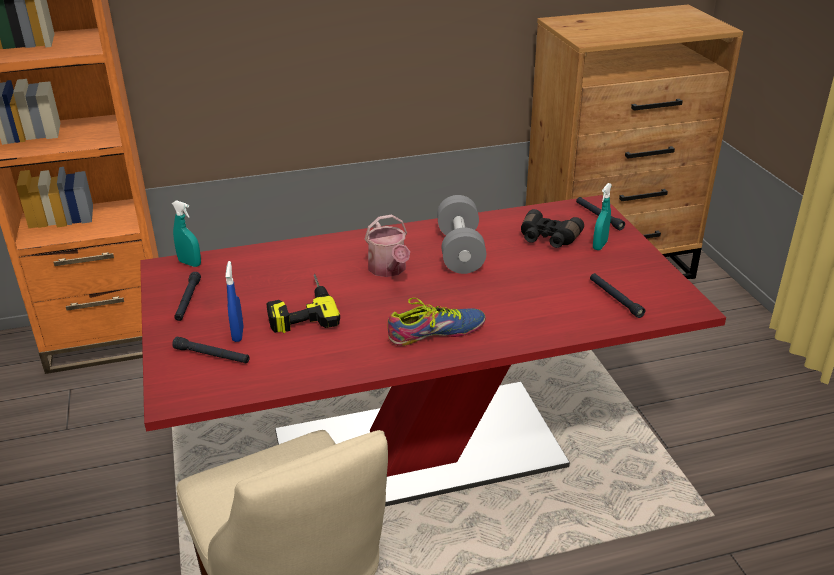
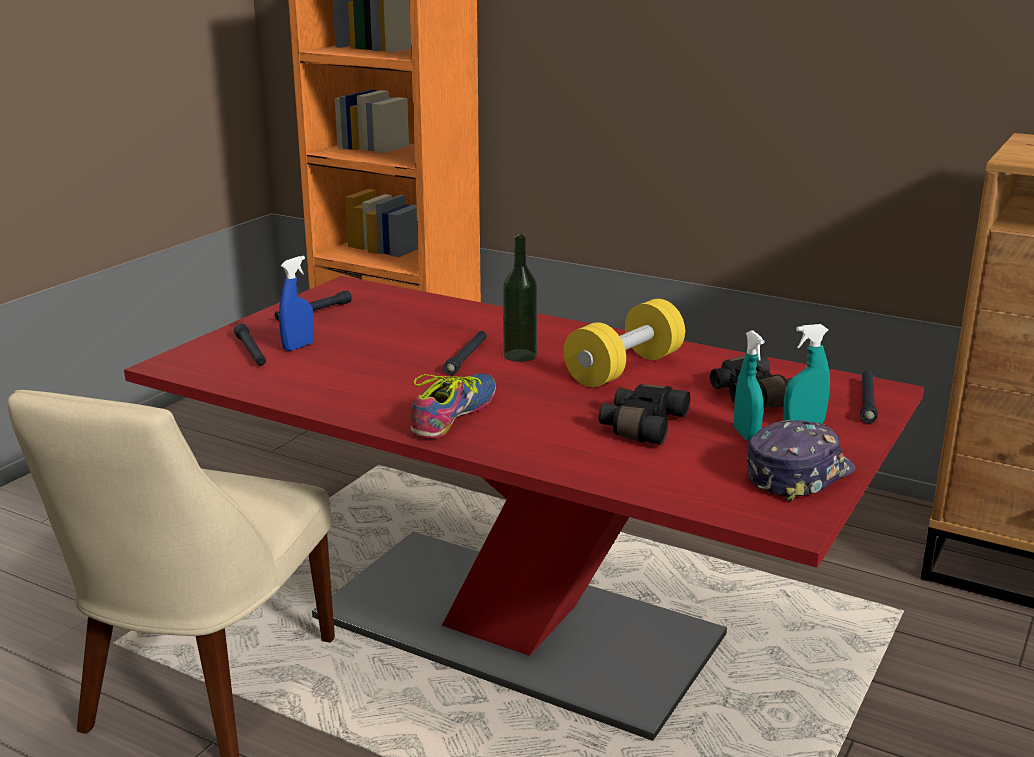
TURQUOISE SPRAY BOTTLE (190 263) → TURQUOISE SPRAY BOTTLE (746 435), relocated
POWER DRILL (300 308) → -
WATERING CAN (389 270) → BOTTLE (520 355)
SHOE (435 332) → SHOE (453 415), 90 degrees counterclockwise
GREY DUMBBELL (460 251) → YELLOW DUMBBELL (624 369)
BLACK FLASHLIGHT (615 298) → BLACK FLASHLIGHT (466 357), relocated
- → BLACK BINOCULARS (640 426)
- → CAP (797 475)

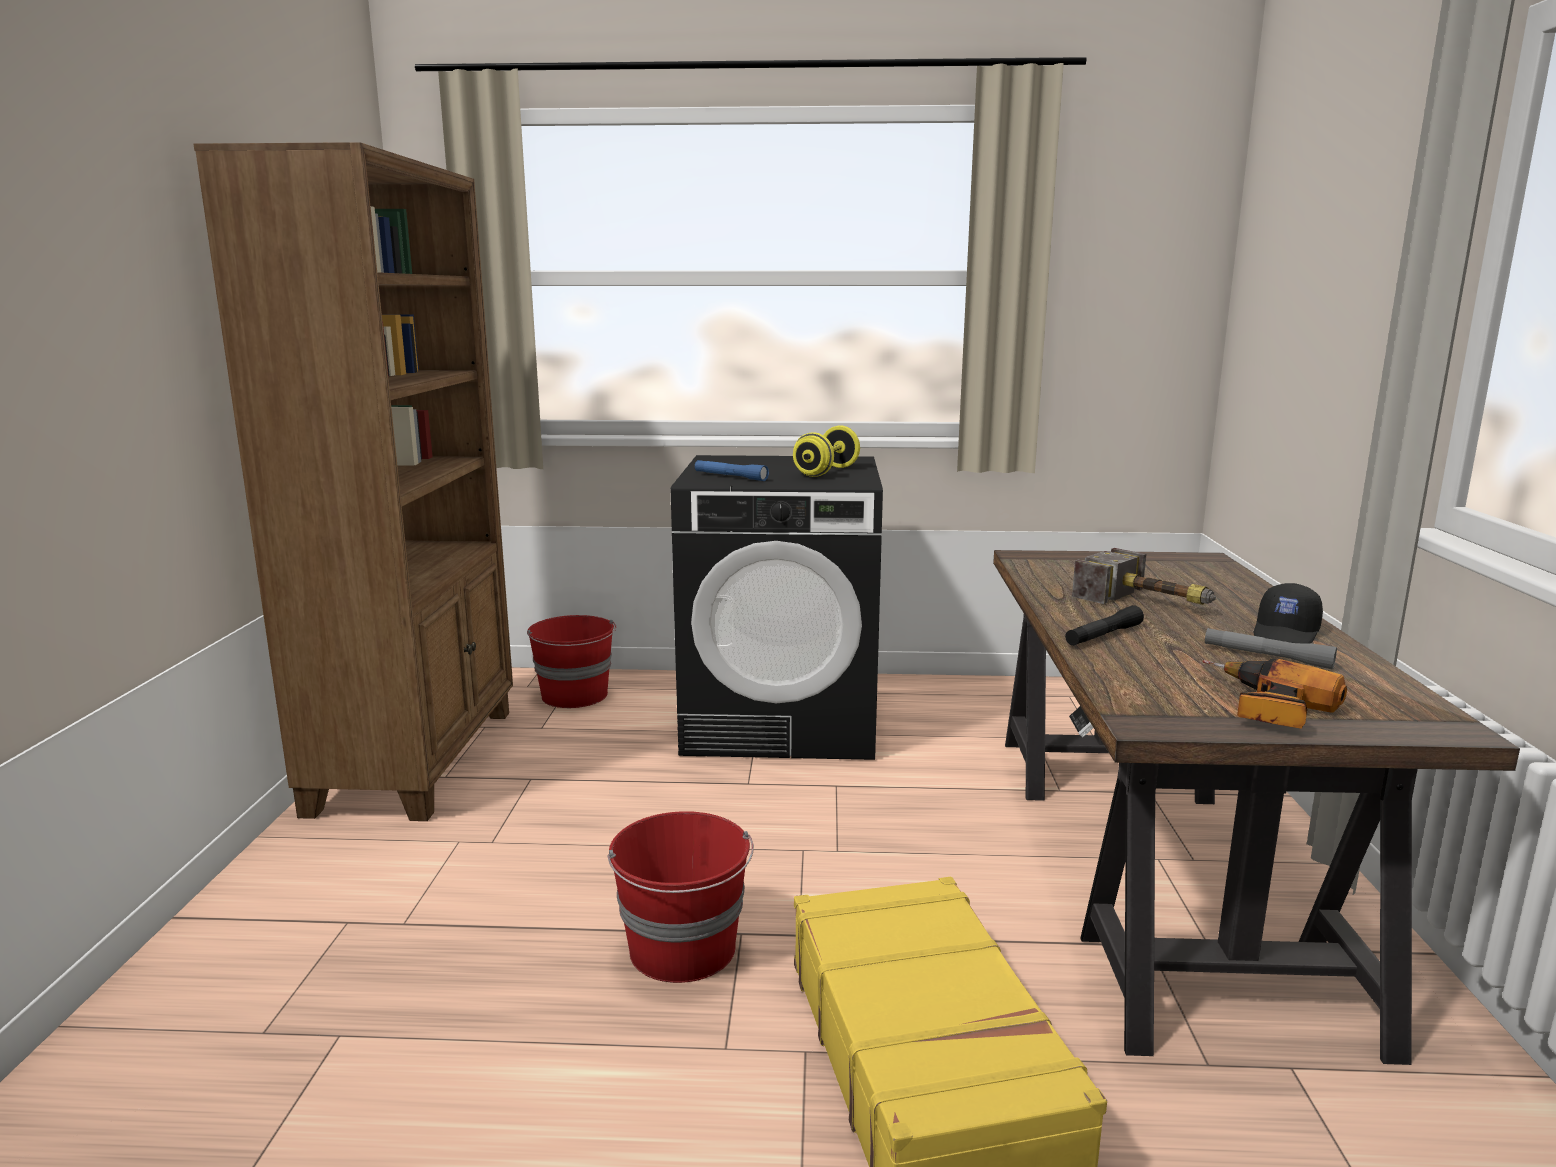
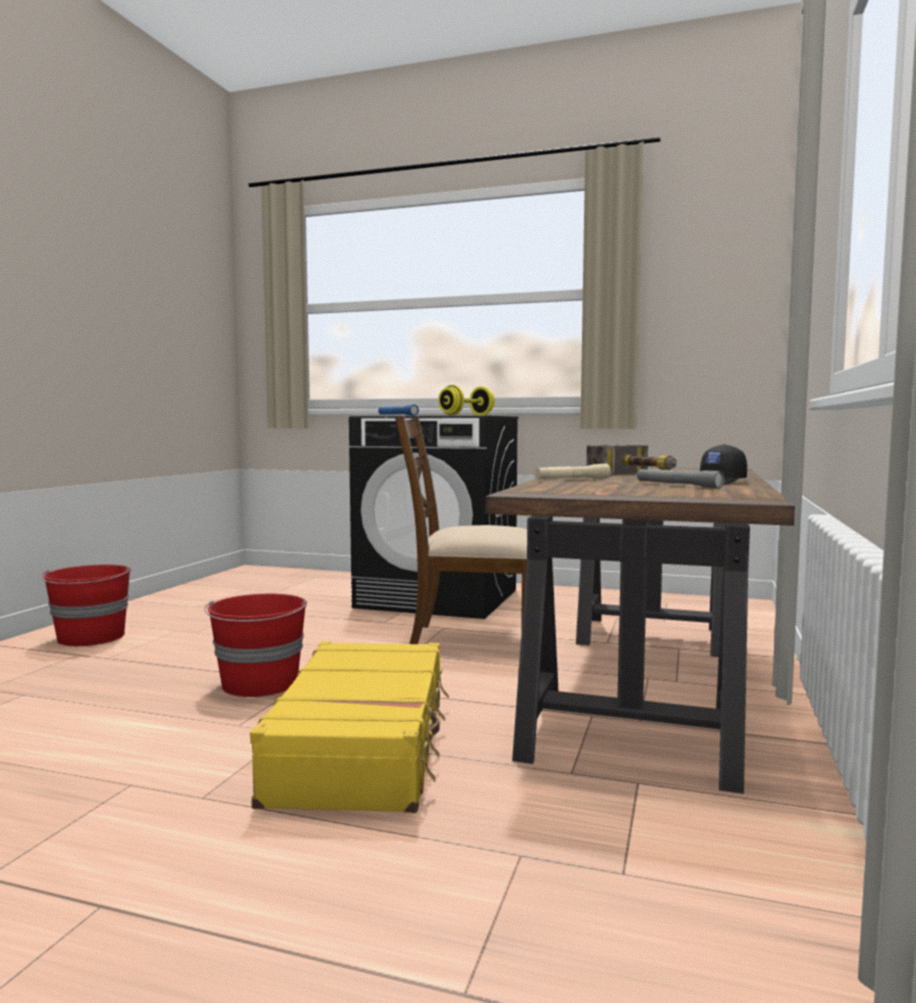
BROWN BOOKCASE (418 759) → -
RED BUCKET (575 696) → RED BUCKET (91 637), relocated
BLACK FLASHLIGHT (1103 636) → BEIGE FLASHLIGHT (572 479)
POWER DRILL (1264 708) → -
- → BROWN CHAIR (471 639)

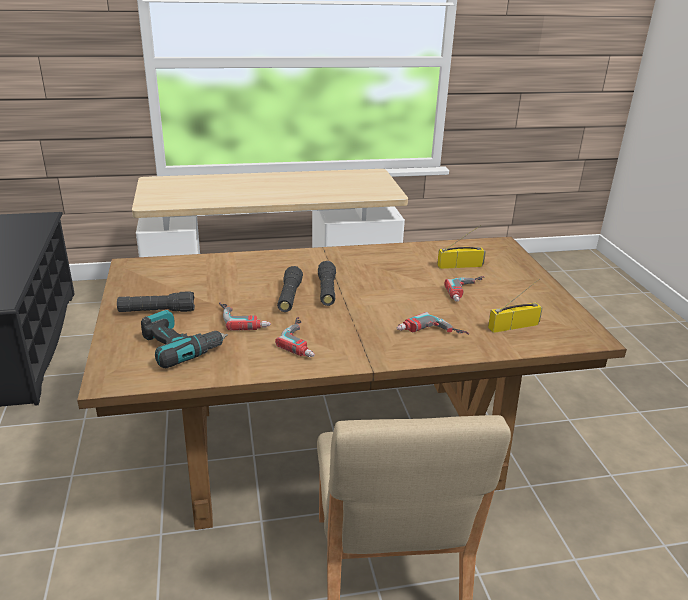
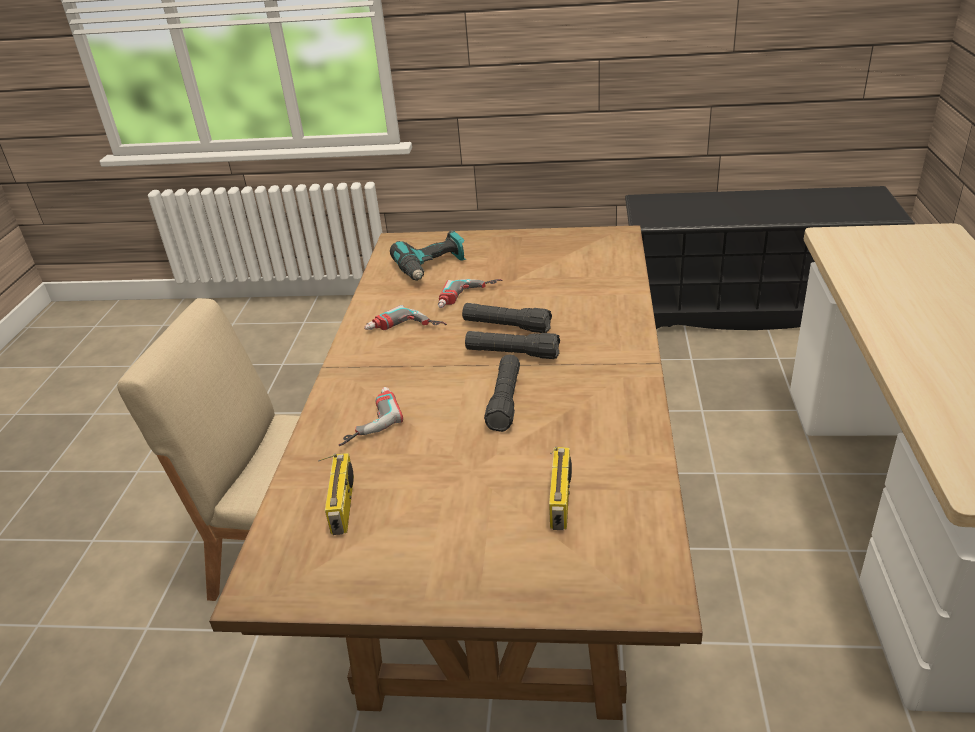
BLACK FLASHLIGHT (157 311) → BLACK FLASHLIGHT (505 401), relocated
POWER DRILL (469 292) → -

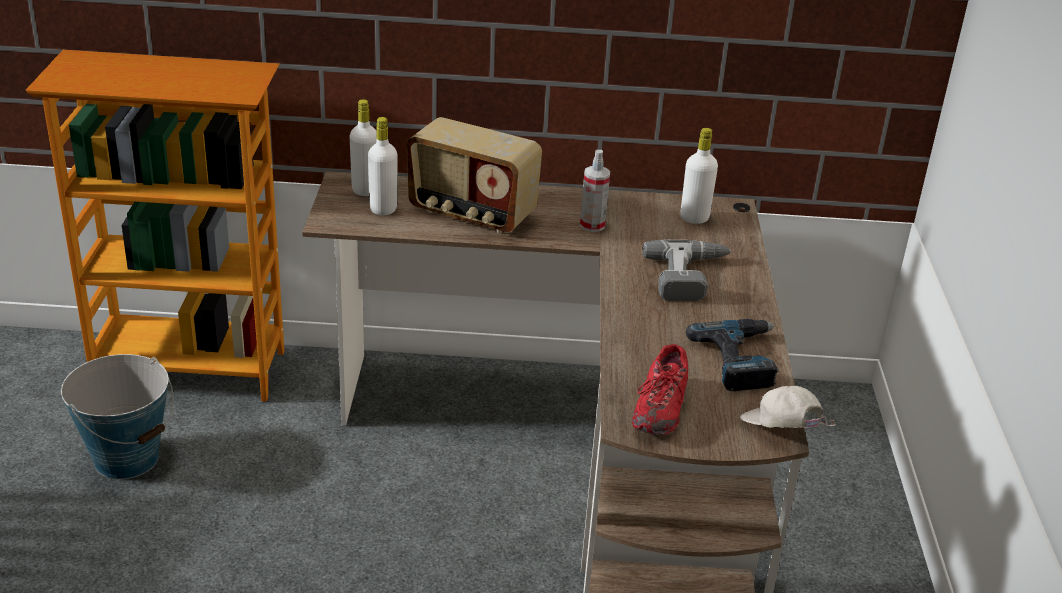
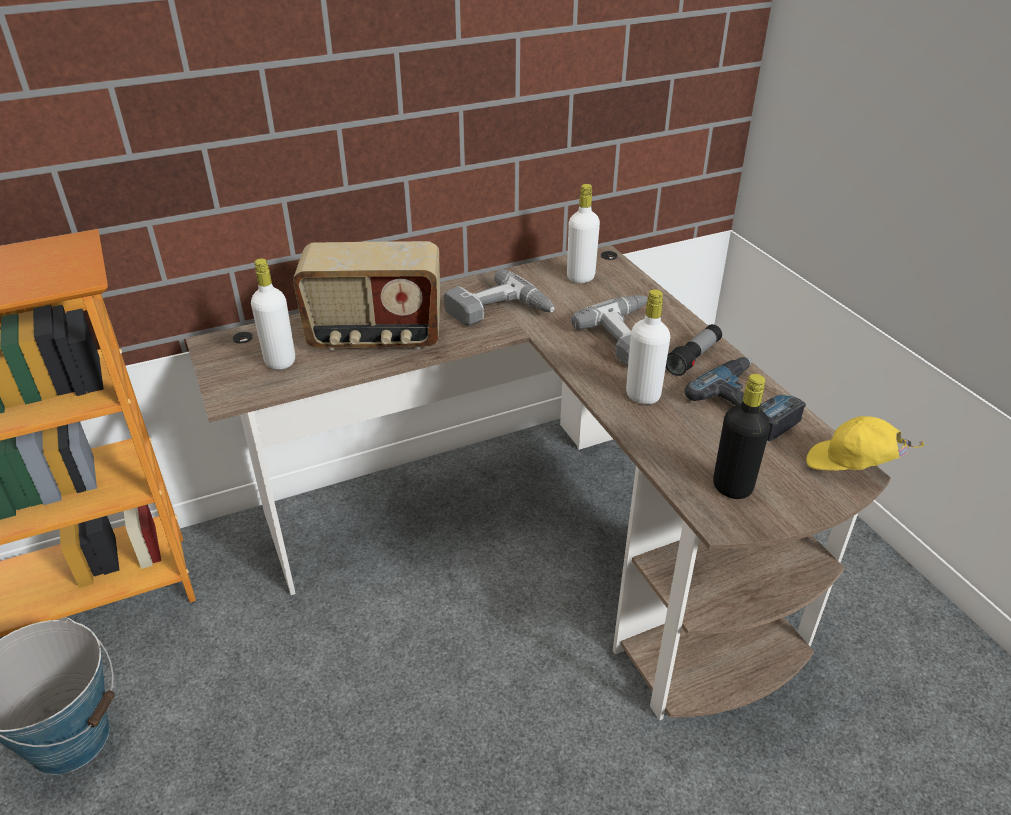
WHITE BOTTLE (365 190) → WHITE BOTTLE (643 395), relocated
SPRAY BOTTLE (592 225) → POWER DRILL (499 312)
RED SHOE (660 409) → BLACK BOTTLE (732 487)
WHITE CAP (780 432) → YELLOW CAP (851 468)
- → FLASHLIGHT (693 358)

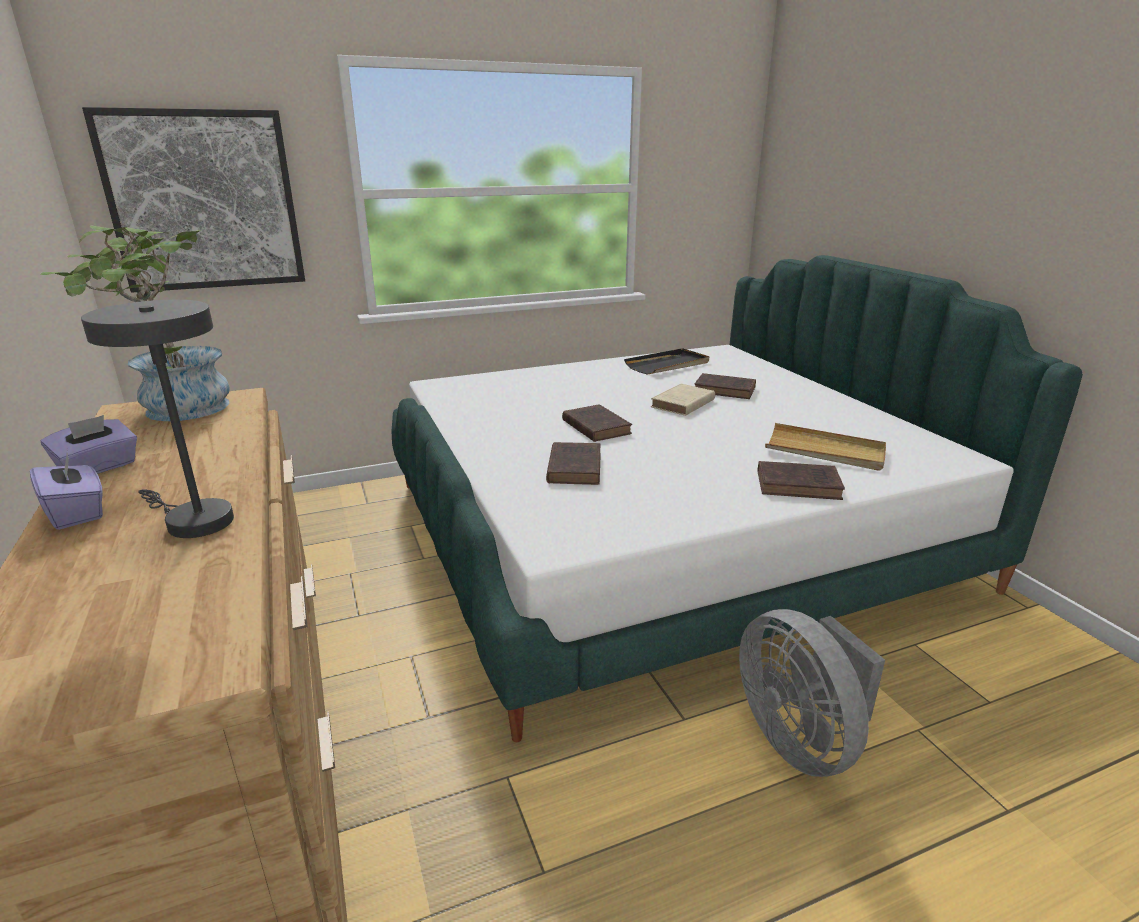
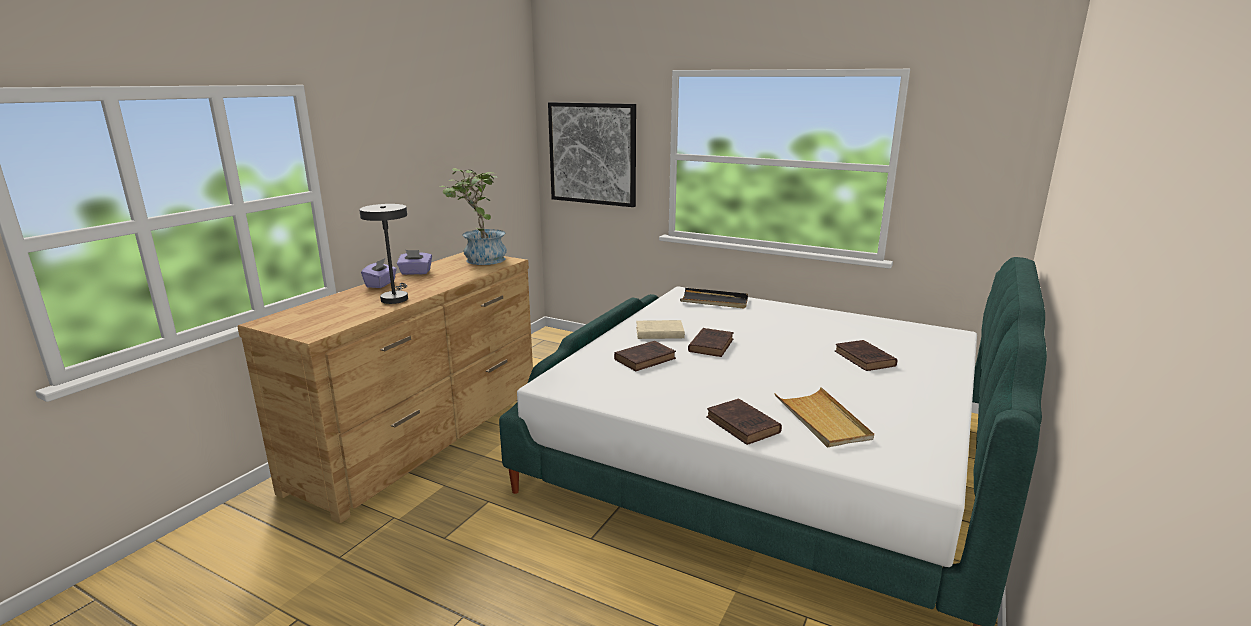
BLACK TRAY (668 365) → BLACK TRAY (714 301), relocated
BEIGE BOOK (682 404) → BEIGE BOOK (658 333), relocated
GREY FAN (799 739) → -

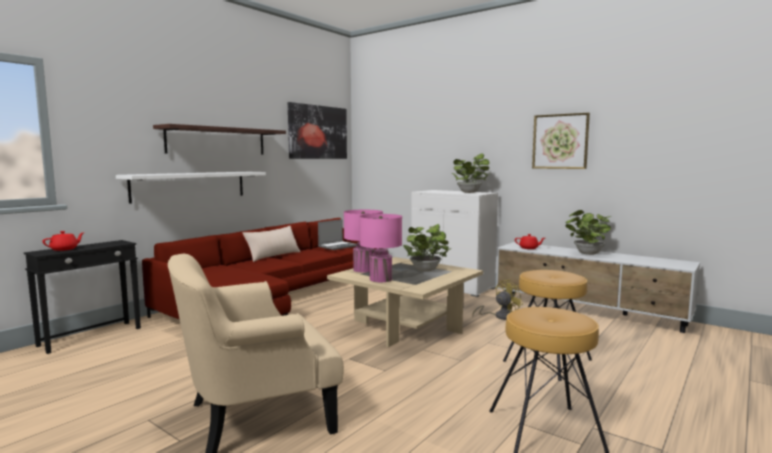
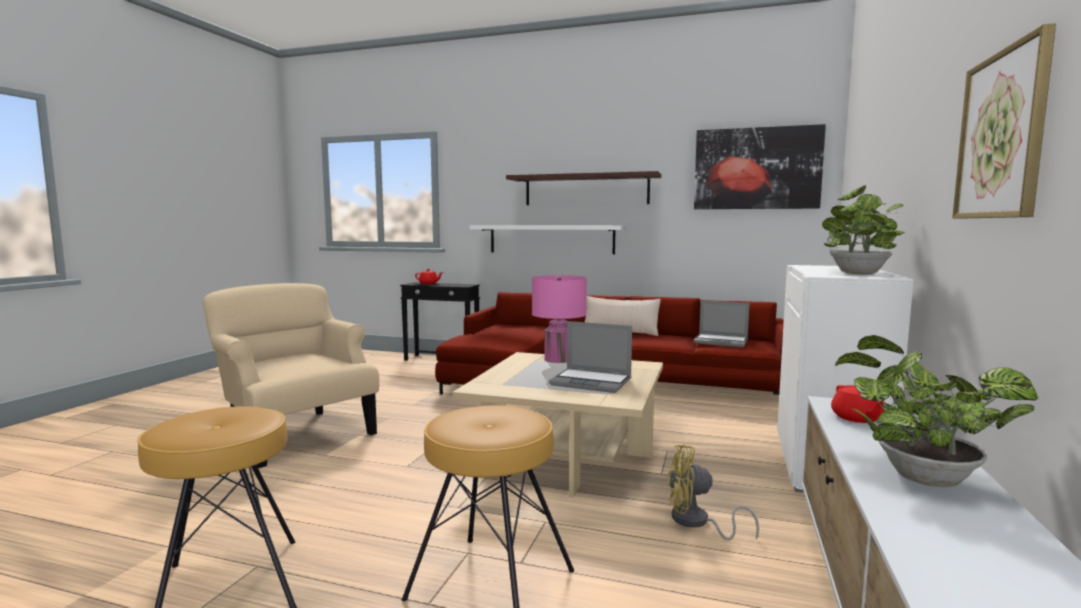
PINK TABLE LAMP (380 279) → -
POTTED PLANT (426 270) → LAPTOP (592 382)
YELLOW FAN (499 316) → YELLOW FAN (696 522), 150 degrees clockwise

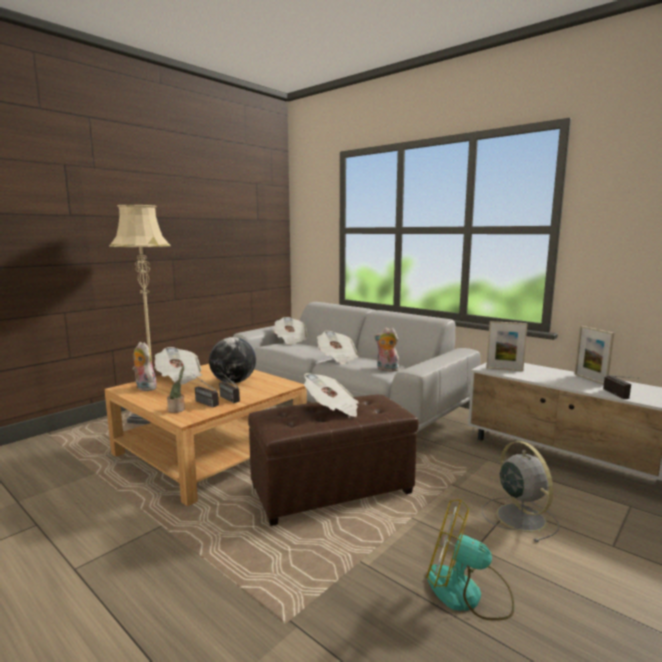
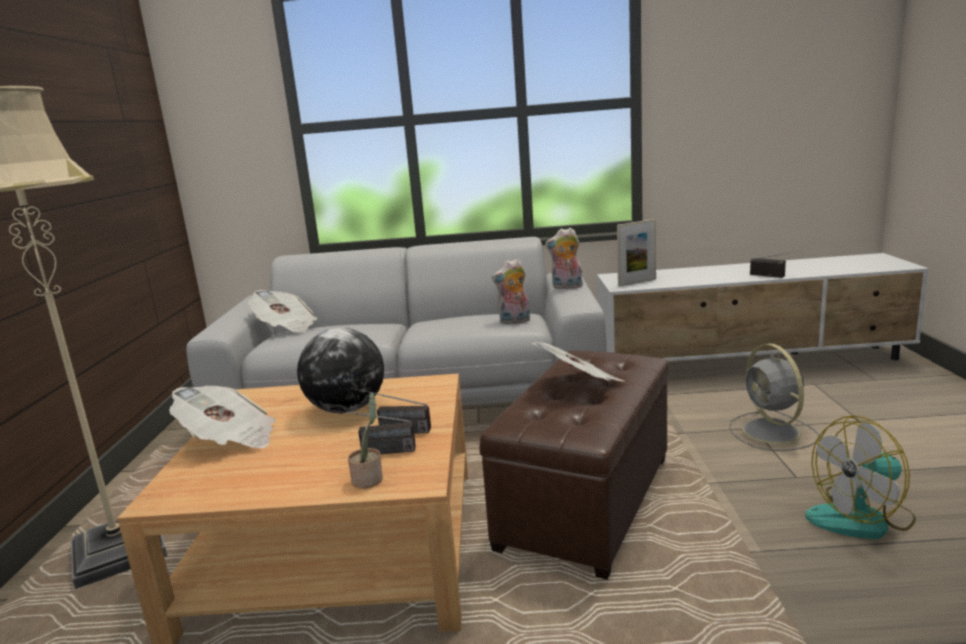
PLUSH TOY (144 388) → PLUSH TOY (566 287), relocated
NEWSPAPER (337 358) → -
GREY FAN (519 516) → GREY FAN (772 432), 135 degrees counterclockwise
PICTURE FRAME (590 379) → -

